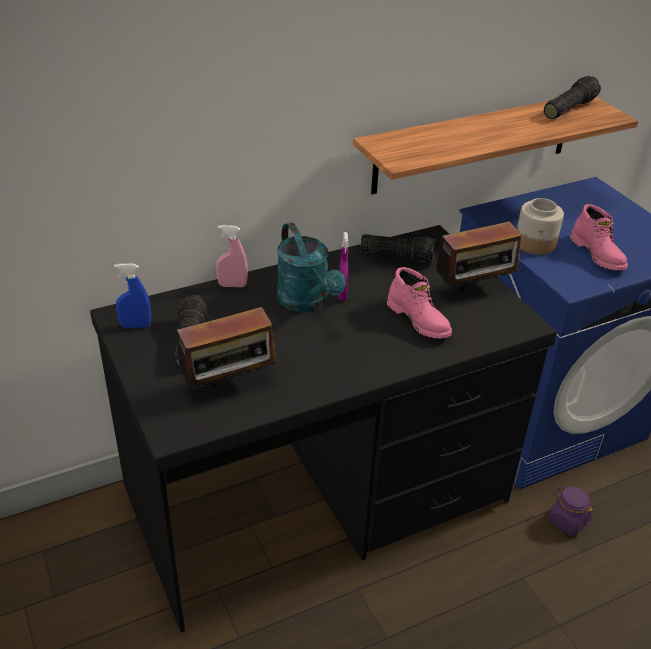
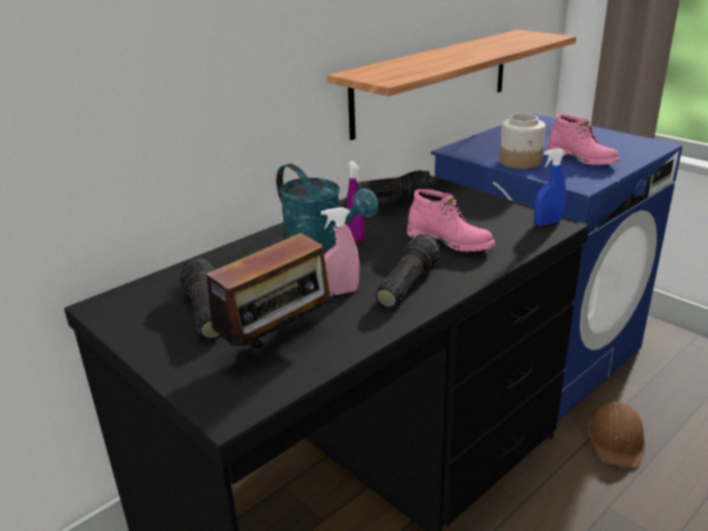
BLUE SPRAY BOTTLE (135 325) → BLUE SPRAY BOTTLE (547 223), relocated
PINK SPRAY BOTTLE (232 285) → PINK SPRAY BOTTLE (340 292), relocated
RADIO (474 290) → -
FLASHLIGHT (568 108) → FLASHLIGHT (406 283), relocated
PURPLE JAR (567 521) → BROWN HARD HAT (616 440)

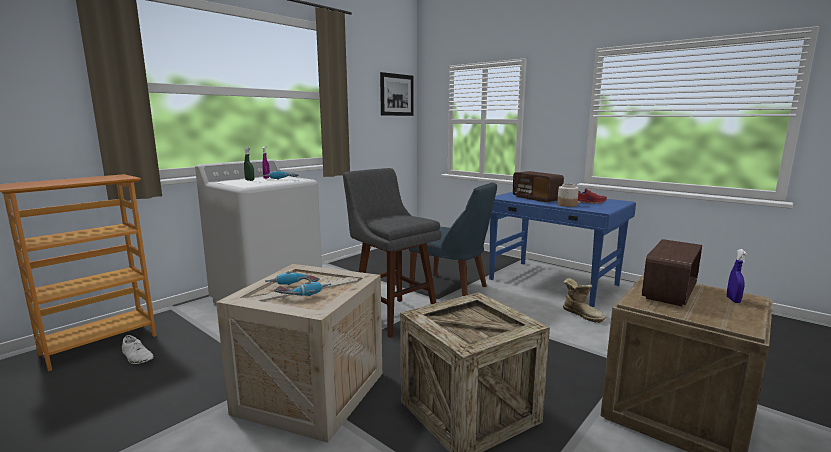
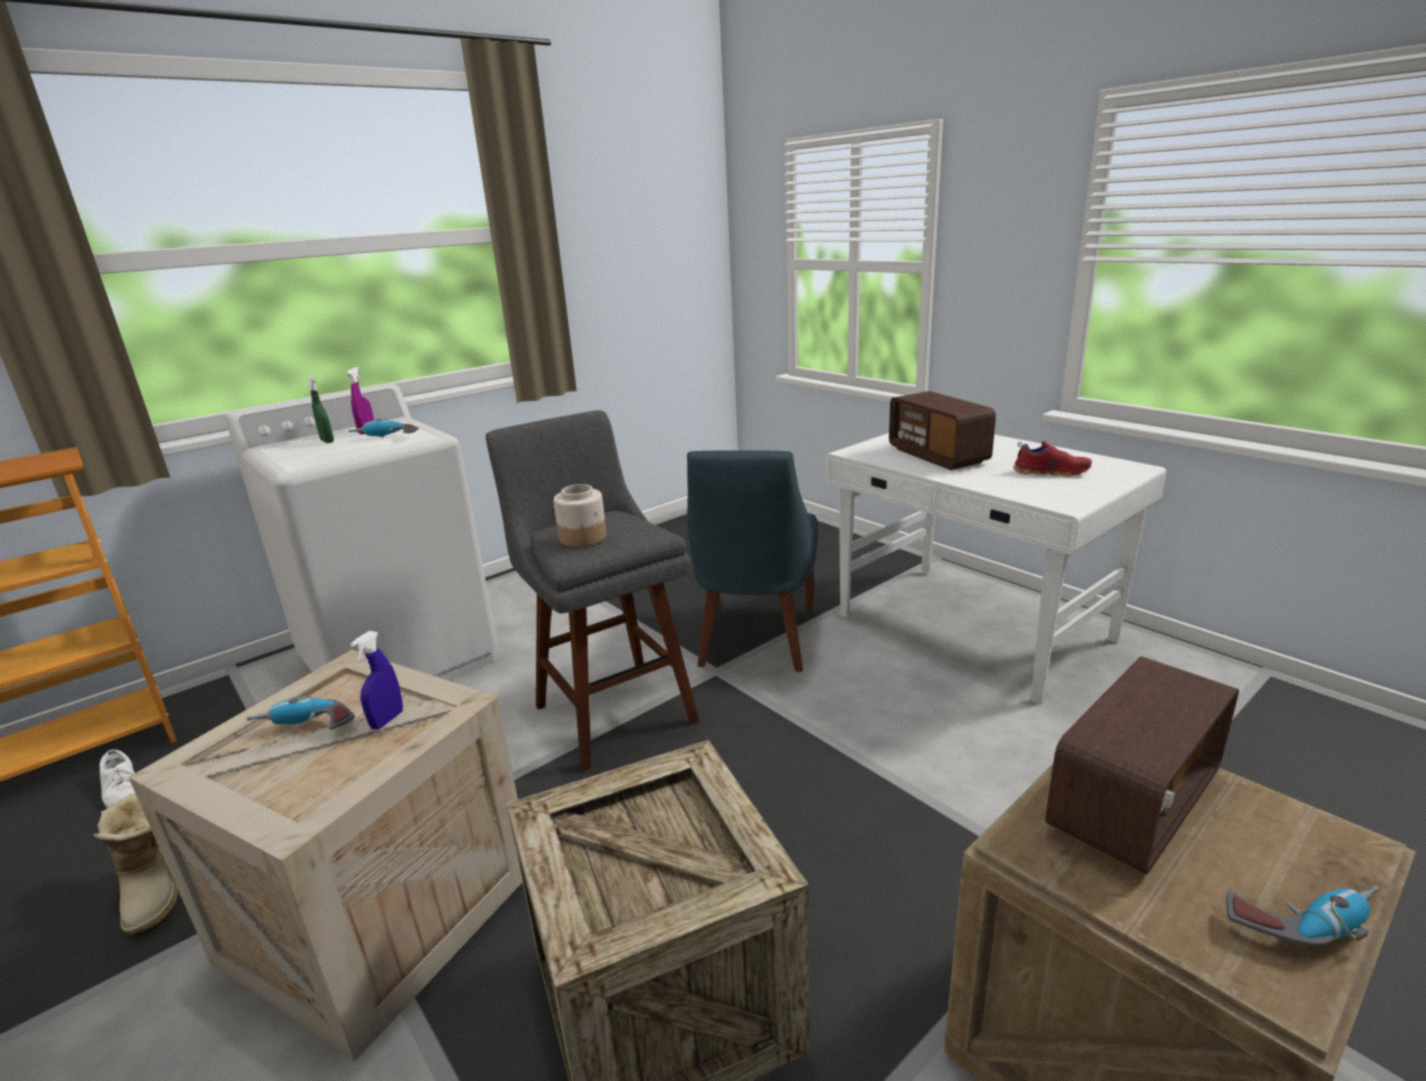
POWER DRILL (303 294) → POWER DRILL (1301 920), relocated
PICTURE (397 95) → -
BLUE CHAIR (452 289) → BLUE CHAIR (755 640), 60 degrees clockwise
BLUE DESK (553 282) → WHITE DESK (972 629)
JAR (567 205) → JAR (583 537), relocated
BOOT (582 314) → BOOT (154 892), relocated
BLUE SPRAY BOTTLE (733 300) → BLUE SPRAY BOTTLE (387 720), relocated

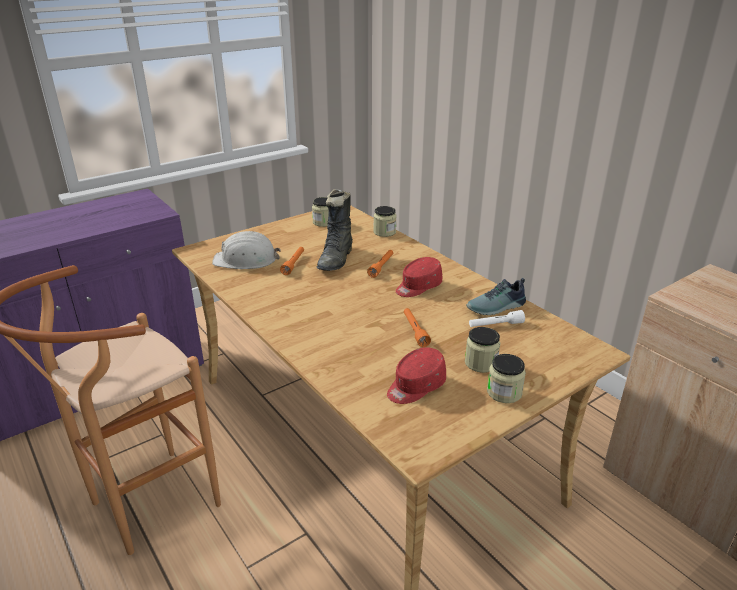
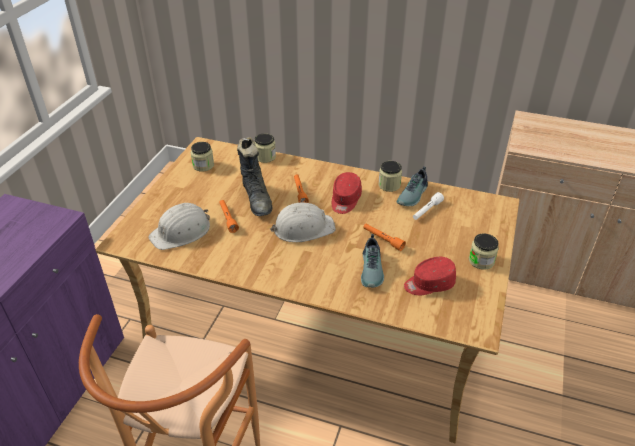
RED CAP (415 387) → RED CAP (429 284), 60 degrees clockwise
JAR (481 363) → JAR (389 185), relocated
- → WHITE HARD HAT (303 228)
- → SHOE (372 269)

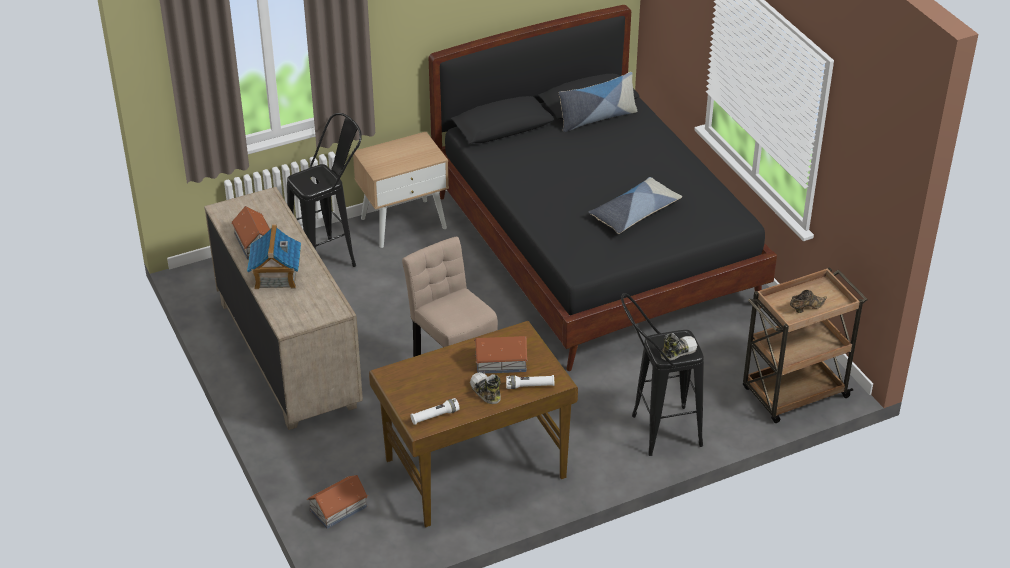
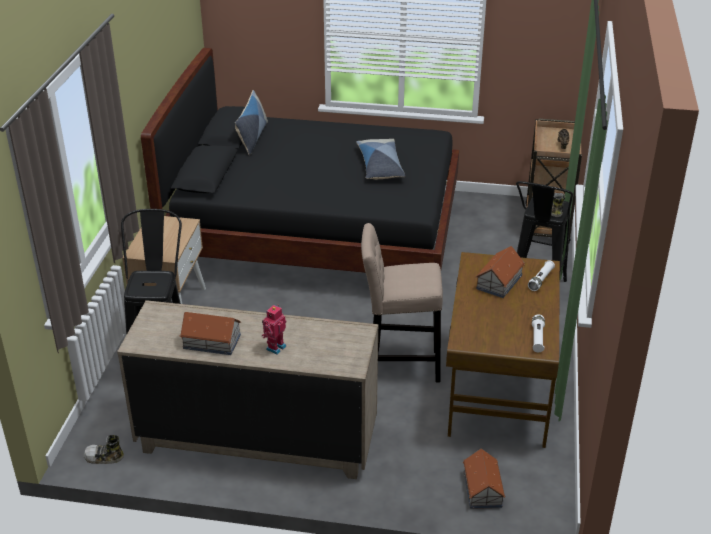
TOY HOUSE (276 276) → TOY ROBOT (275 347)
SHOE (485 392) → SHOE (104 457), relocated

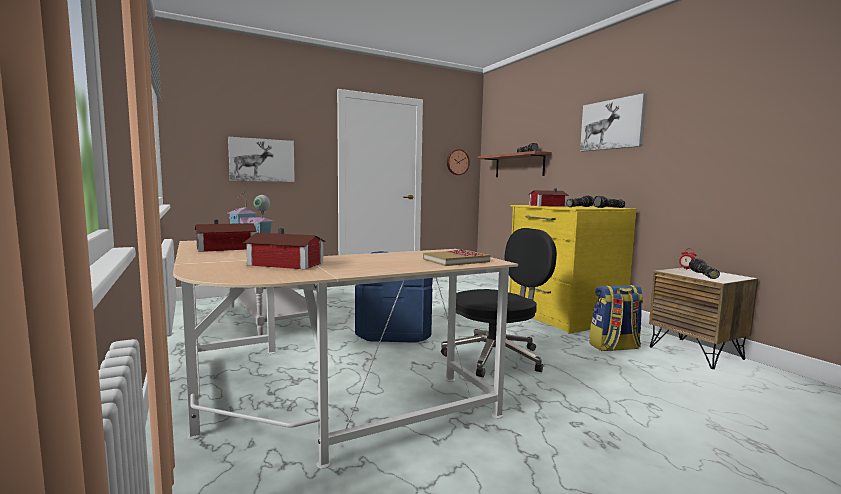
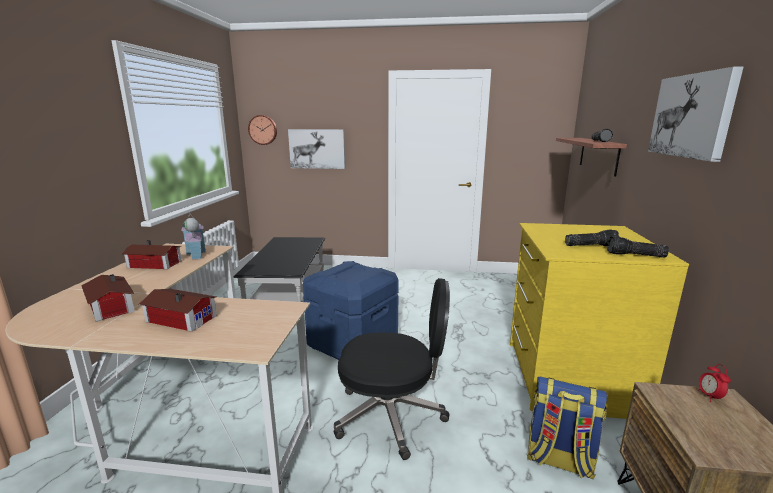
BOOK (456 260) → -
WALL CLOCK (457 162) → WALL CLOCK (263 130), relocated
TOY HOUSE (546 205) → TOY HOUSE (181 318), relocated
FLASHLIGHT (702 275) → -

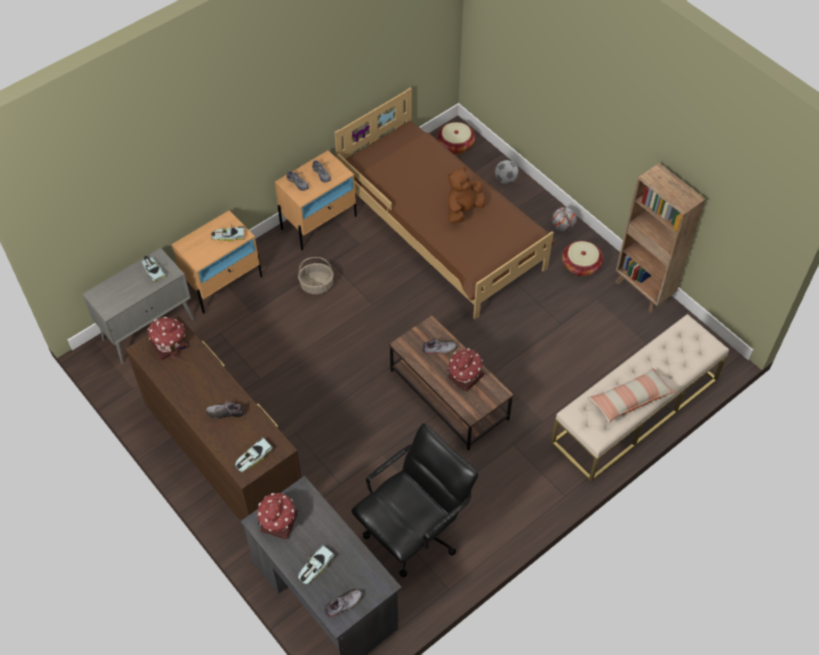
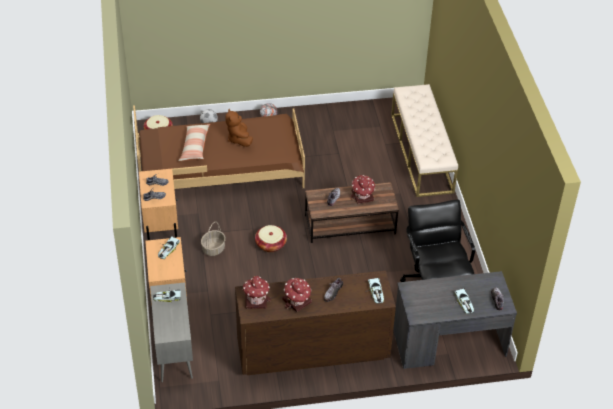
TOY HOUSE (278 522) → TOY HOUSE (297 301), relocated
BASKET (581 265) → BASKET (270 244), relocated
PILLOW (629 400) → PILLOW (195 147), relocated
BROWN BOOKCASE (643 291) → -

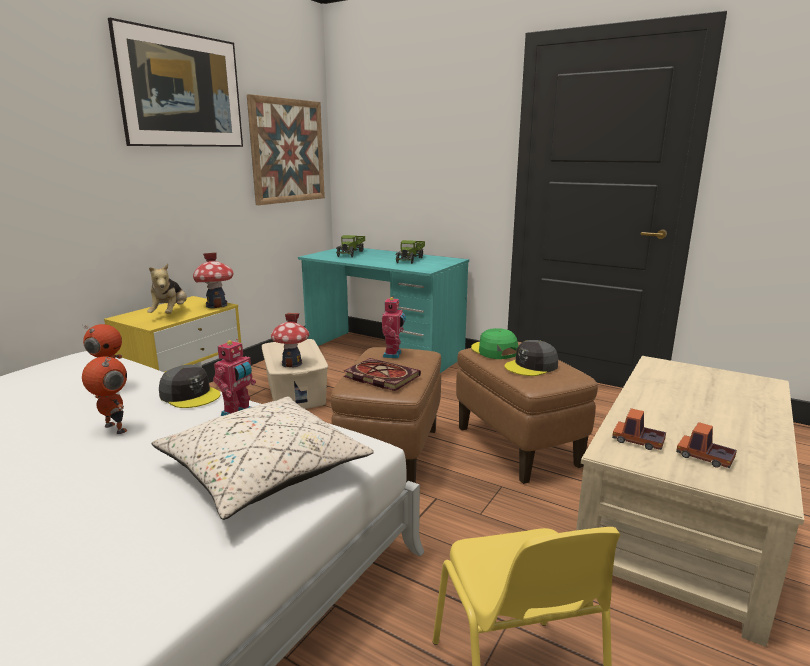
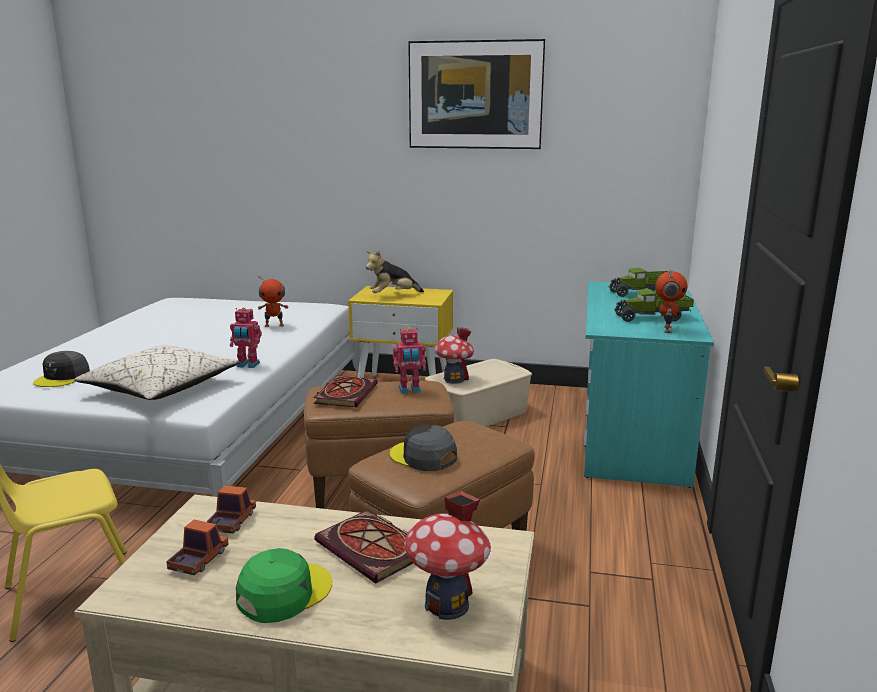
TOY ROBOT (113 429) → TOY ROBOT (666 329), relocated
GREY CAP (190 395) → GREY CAP (63 377), relocated
TOY HOUSE (216 305) → TOY HOUSE (447 604), relocated
PICTURE (288 151) → -
GREEN CAP (494 351) → GREEN CAP (284 593), relocated
- → BOOK (374 549)

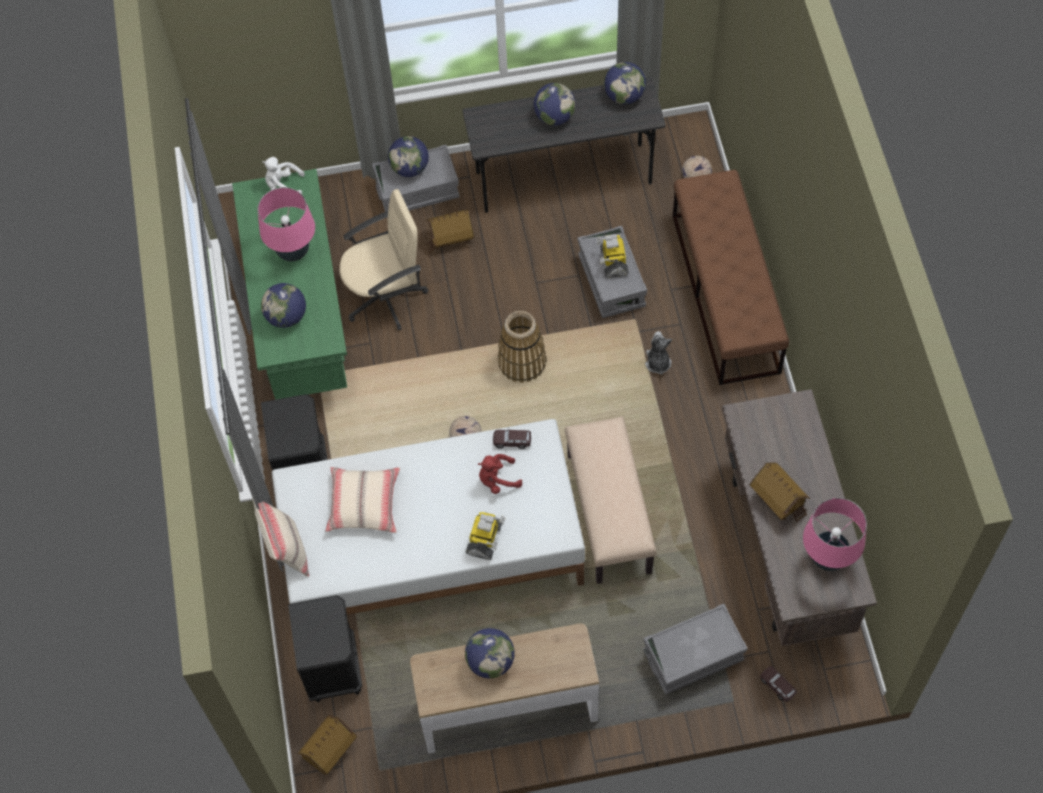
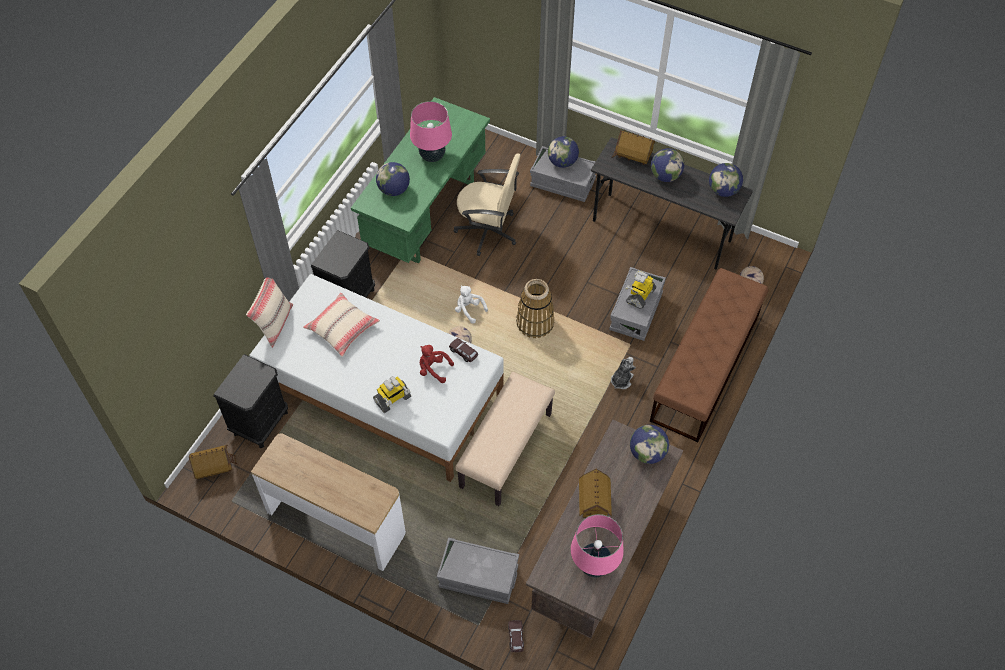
WHITE PLUSH TOY (283 186) → WHITE PLUSH TOY (469 310), relocated
TOY HOUSE (450 239) → TOY HOUSE (633 157), relocated
GLOBE (490 661) → GLOBE (647 453), relocated

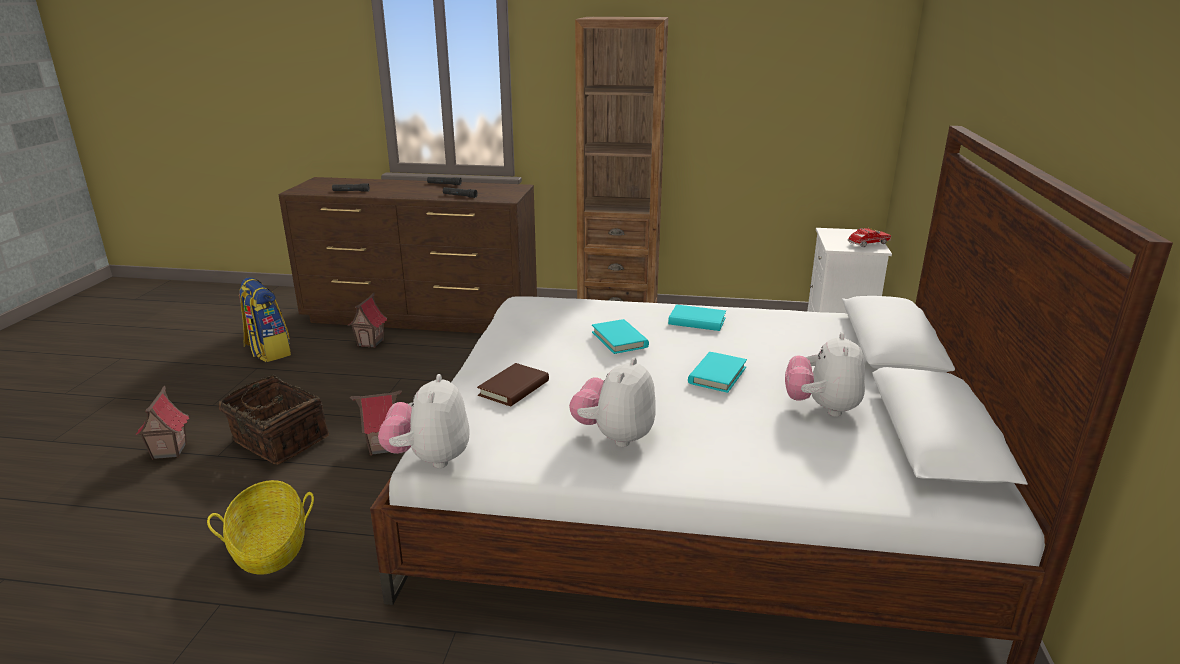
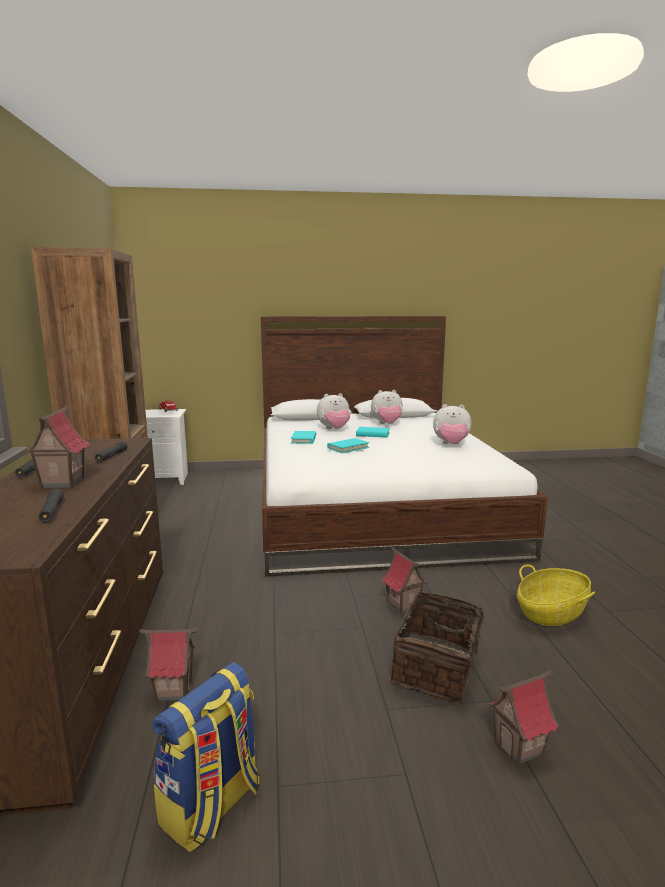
PLUSH TOY (430 459) → PLUSH TOY (334 429), relocated
BROWN BOOK (514 388) → -
- → TOY HOUSE (62 483)

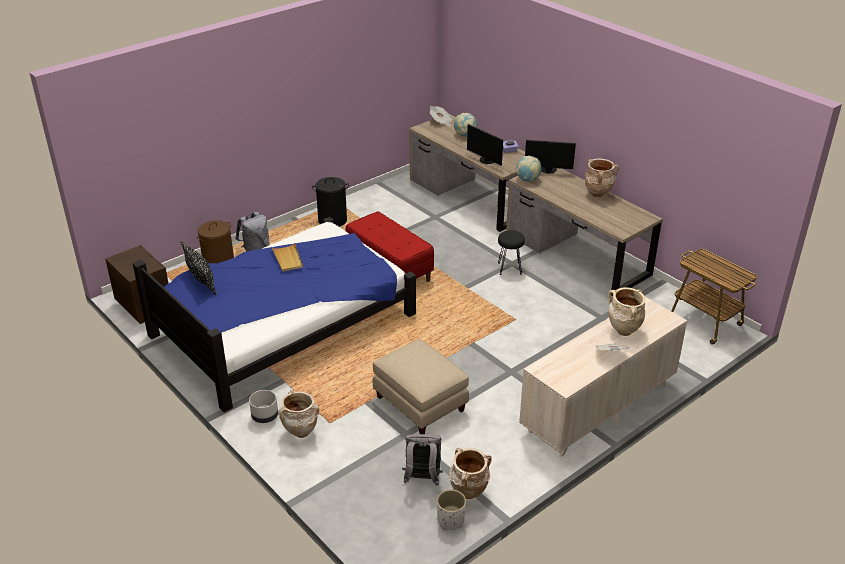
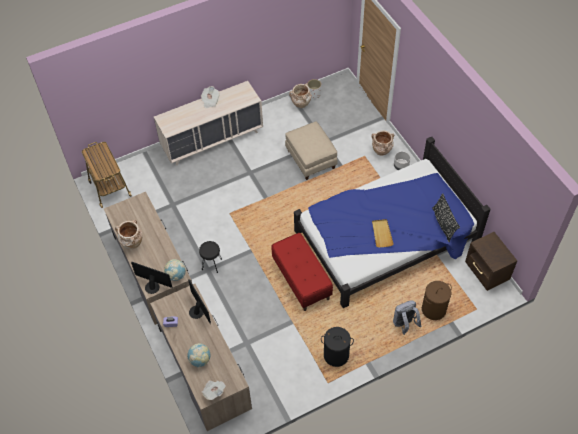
GREY BACKPACK (422 479) → -
BEIGE VASE (623 331) → -

